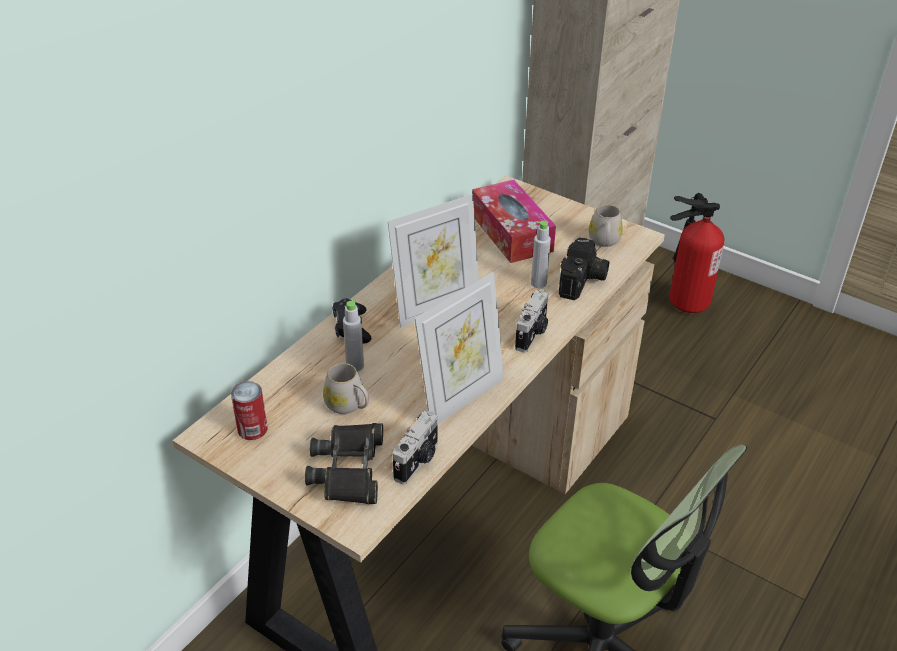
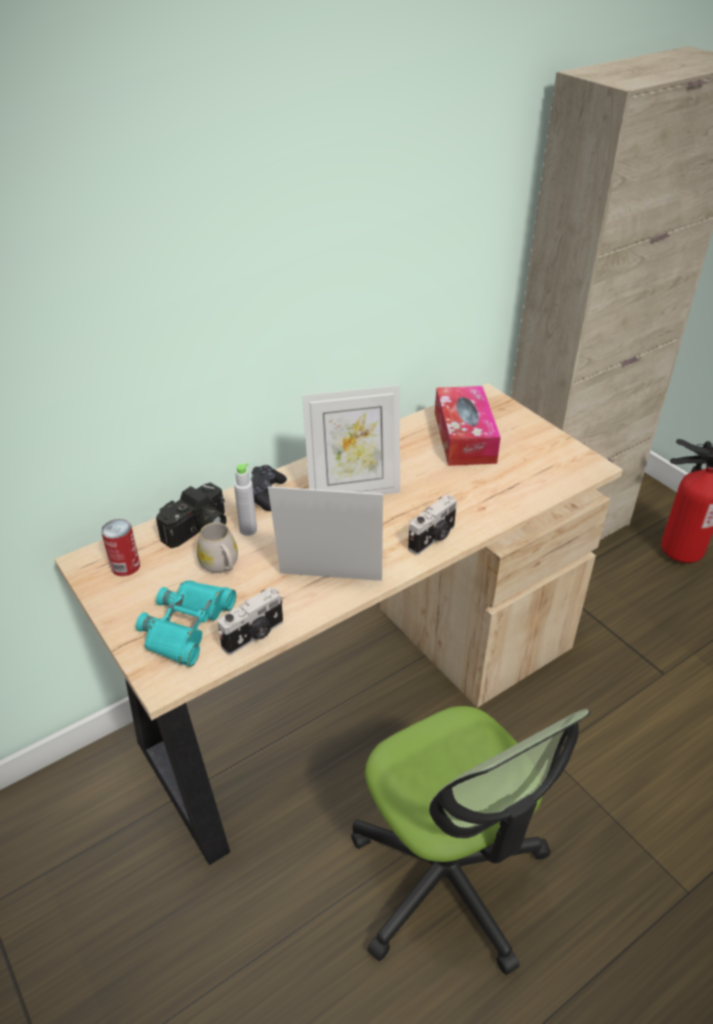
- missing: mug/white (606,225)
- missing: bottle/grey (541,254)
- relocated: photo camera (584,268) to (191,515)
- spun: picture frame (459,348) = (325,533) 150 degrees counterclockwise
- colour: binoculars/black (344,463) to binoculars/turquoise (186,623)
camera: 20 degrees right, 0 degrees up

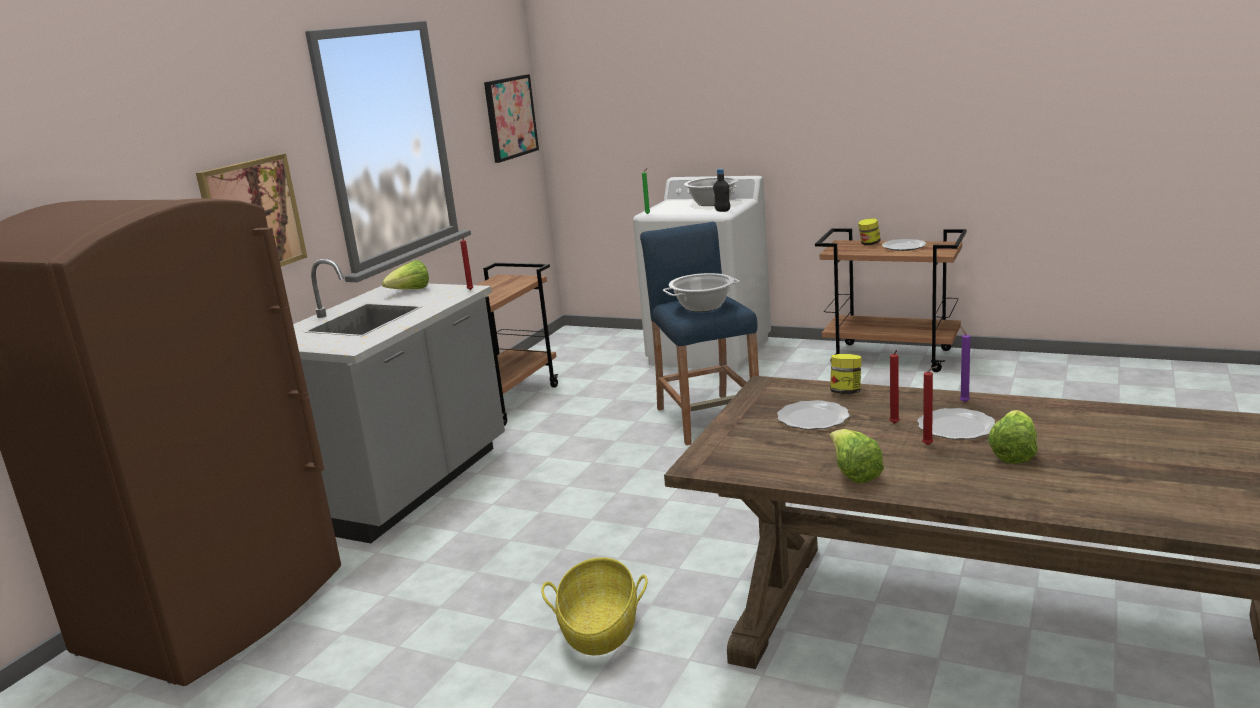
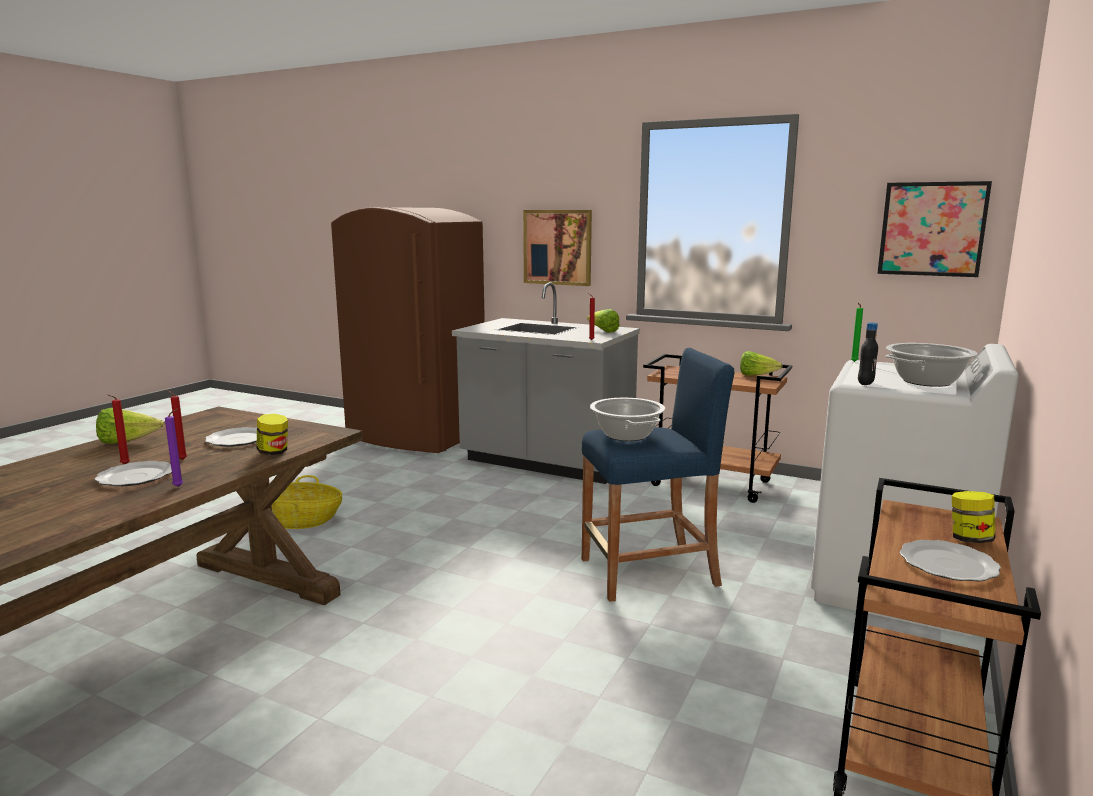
- relocated: lettuce (1013,437) to (761,363)
camera: 90 degrees right, 5 degrees down

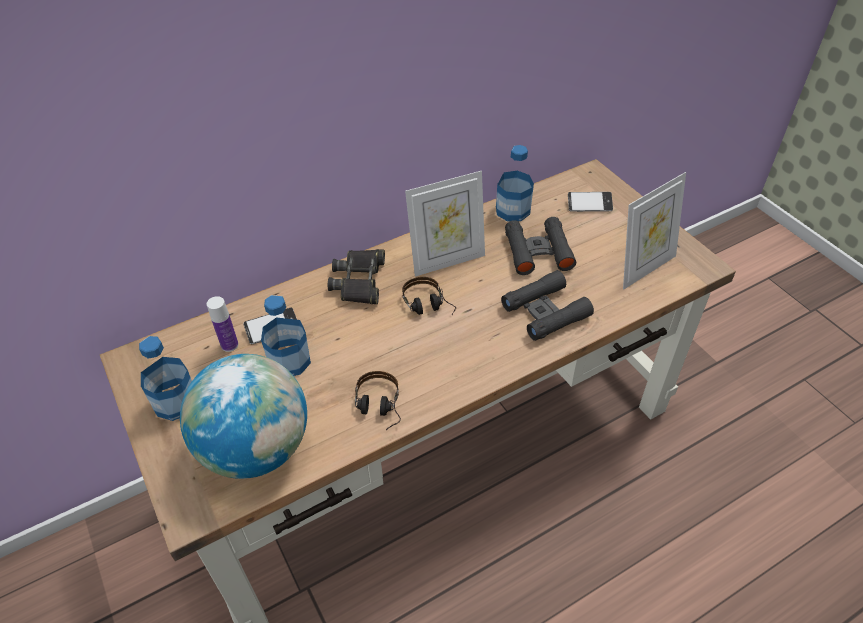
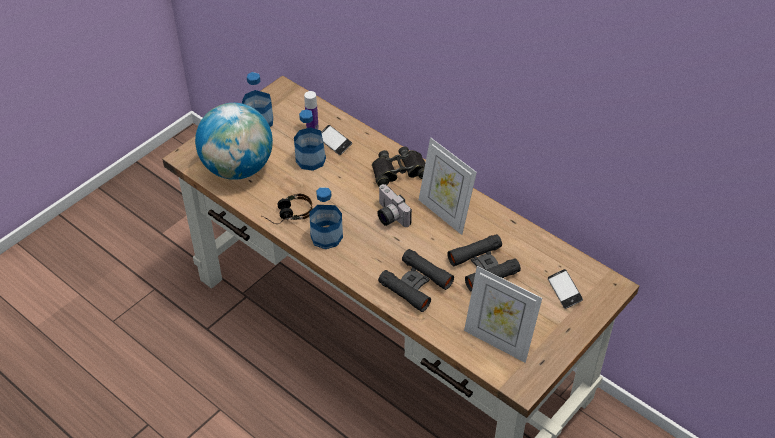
- relocated: bottle (515,183) to (326,218)
- exchanged: headphones (429,296) to photo camera (395,205)
camera: 70 degrees right, 0 degrees up

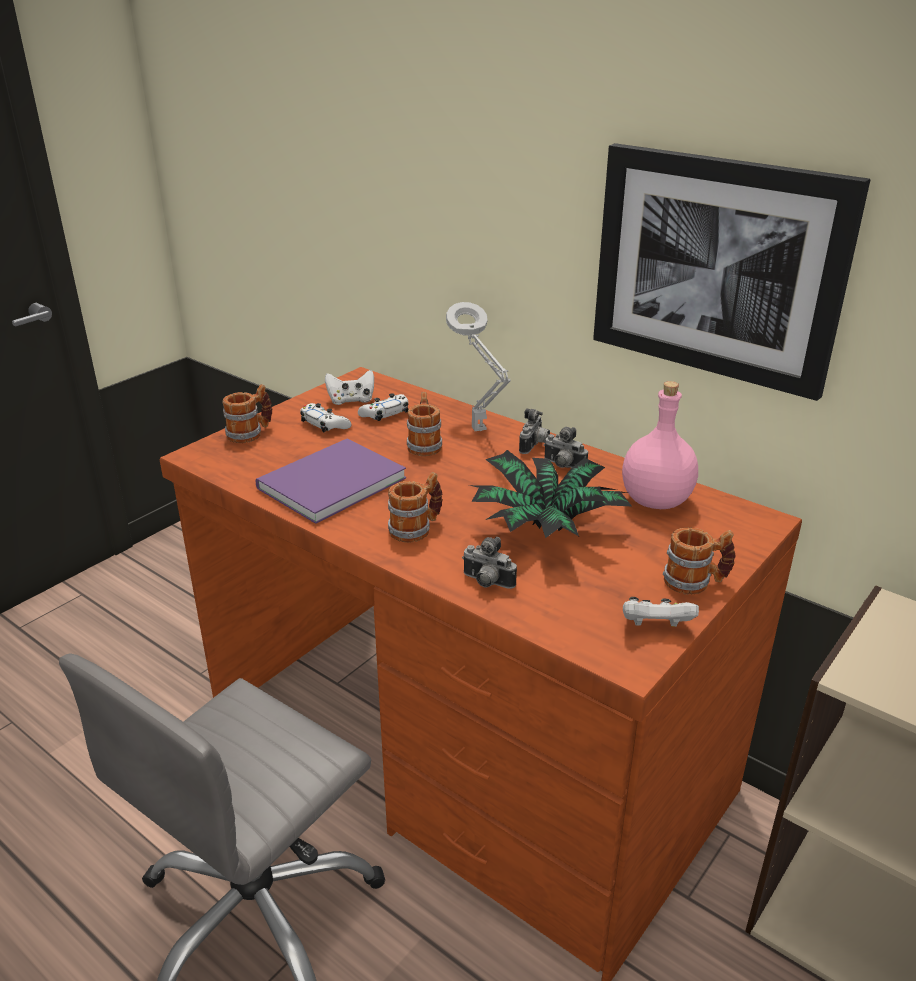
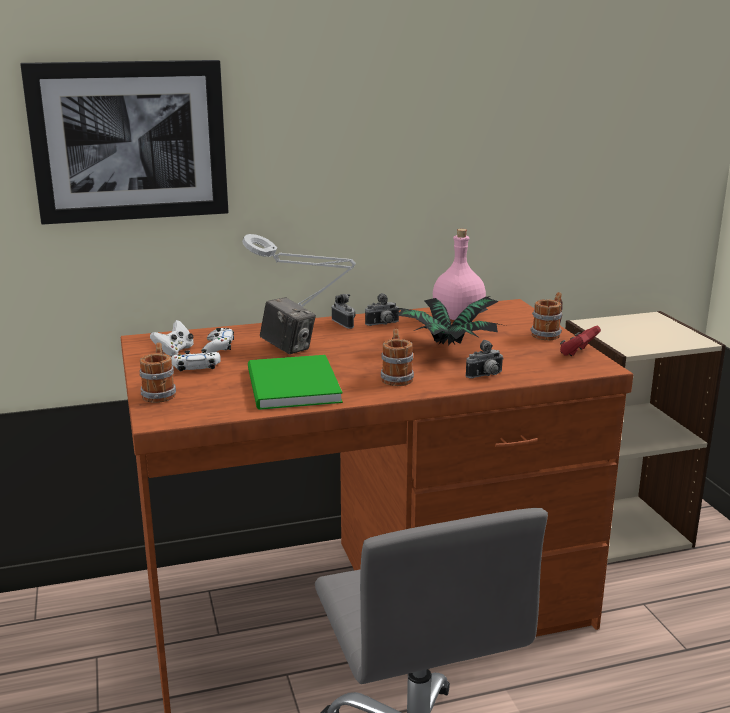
- relocated: picture (731,272) to (124,142)
- exchanged: mug (424,424) to photo camera (288,325)
- colour: book/purple (330,481) to book/green (295,382)
- colour: game controller/white (661,612) to game controller/red (580,341)
camera: 55 degrees left, 10 degrees down

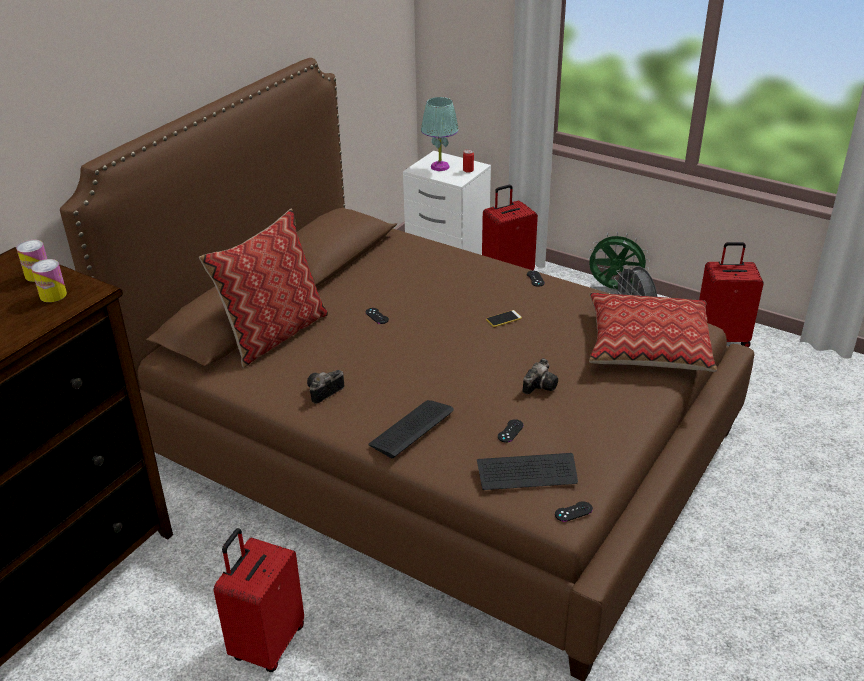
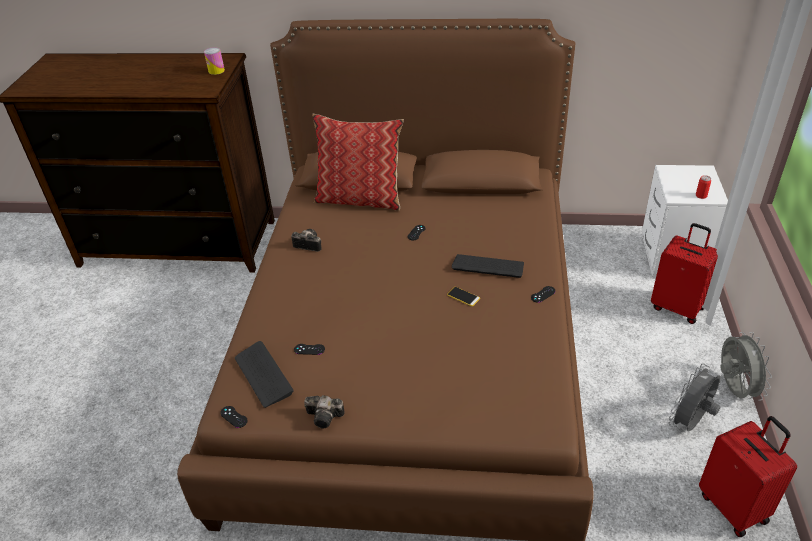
- missing: table lamp/turquoise (440,134)
- colour: fan/green (619,260) to fan/grey (746,366)
- missing: can (49,280)
- missing: pillow (653,332)
- relocated: photo camera (540,376) to (324,412)
- relocated: keyboard (411,429) to (488,266)
- missing: suitcase/red (259,600)
camera: 65 degrees right, 5 degrees up

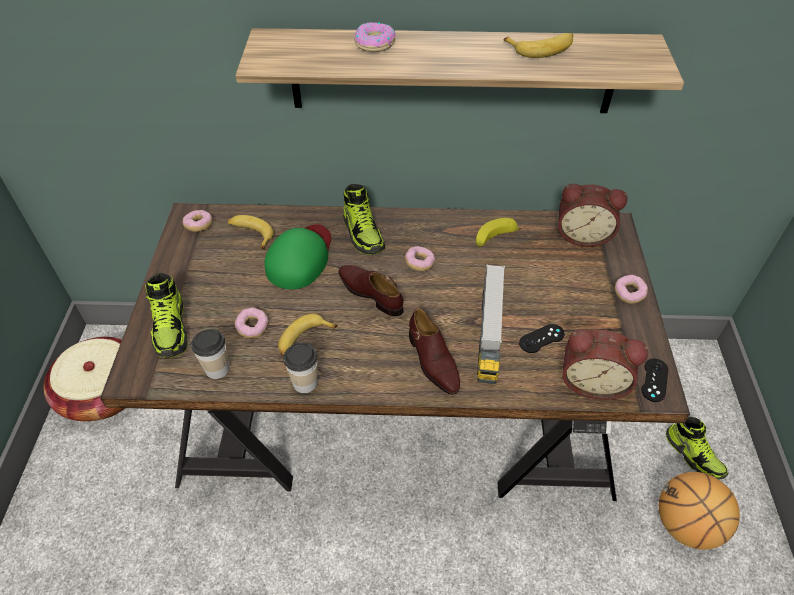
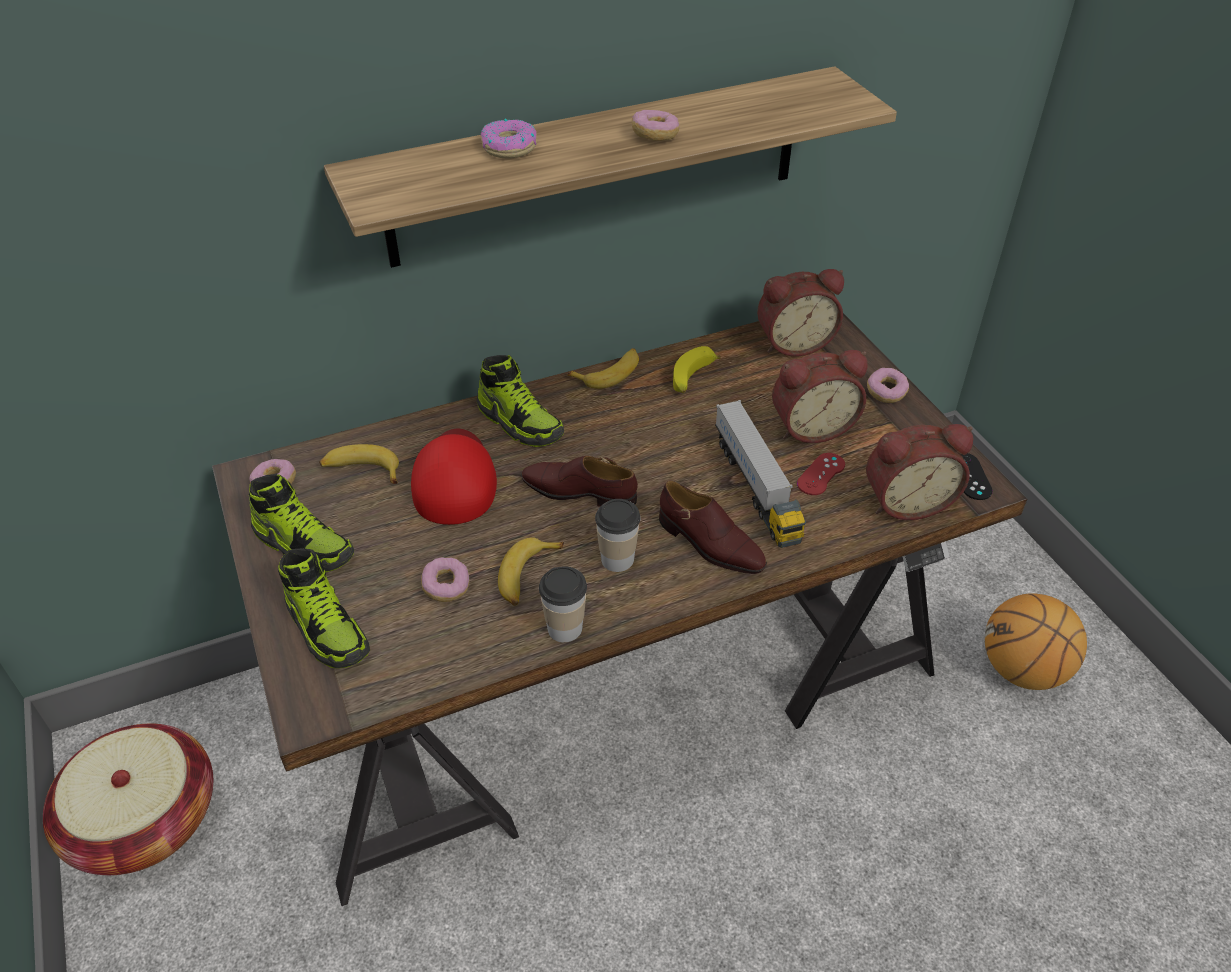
- relocated: banana (538,45) to (603,368)
- colour: cap/green (297,256) to cap/red (454,477)
- relocated: donut (420,258) to (656,125)
- colour: game controller/black (542,338) to game controller/red (821,474)
- relocated: cup (210,354) to (617,535)
- relocated: shoe (697,448) to (301,523)
- appeared: alarm clock (820,396)
camera: 25 degrees left, 5 degrees down

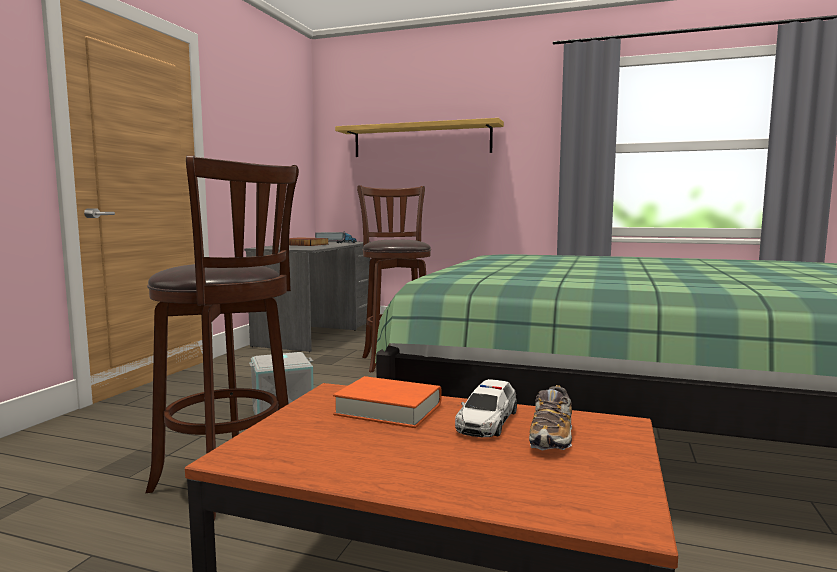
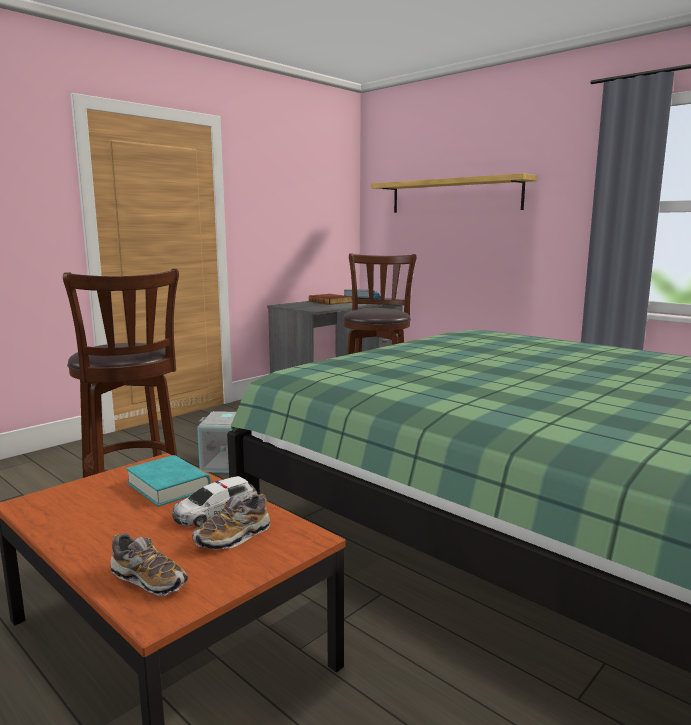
- colour: book/orange (387,402) to book/turquoise (168,481)
- appeared: shoe (149,564)
camera: 25 degrees right, 5 degrees up

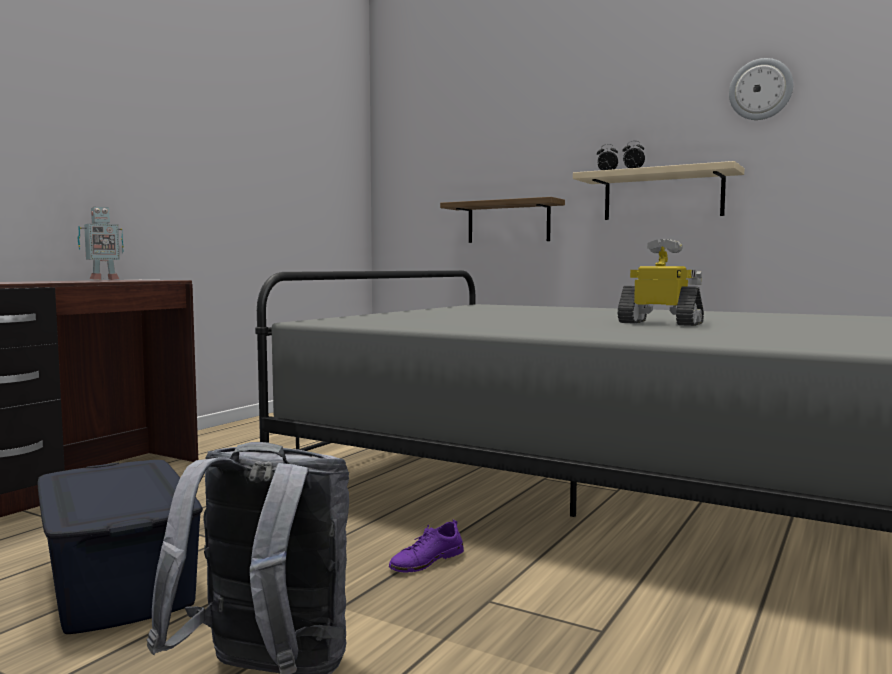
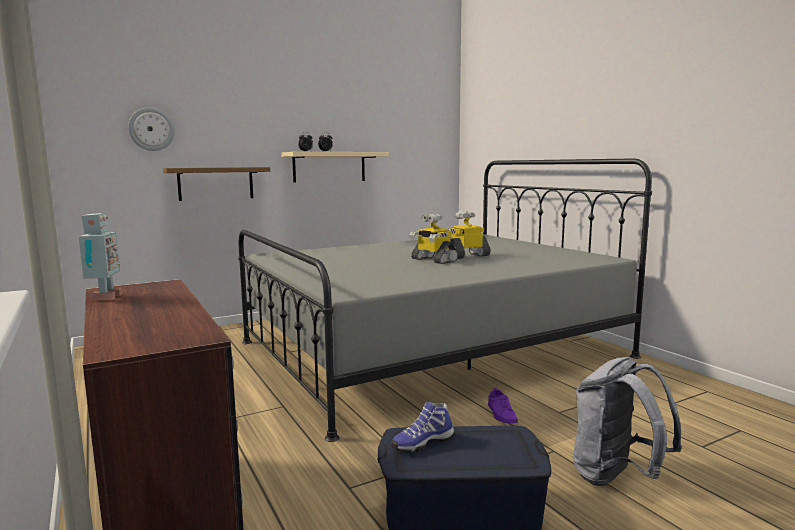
- relocated: wall clock (761,89) to (151,129)
- appeared: toy robot (433,239)
- appeared: shoe (423,428)
camera: 60 degrees left, 5 degrees up

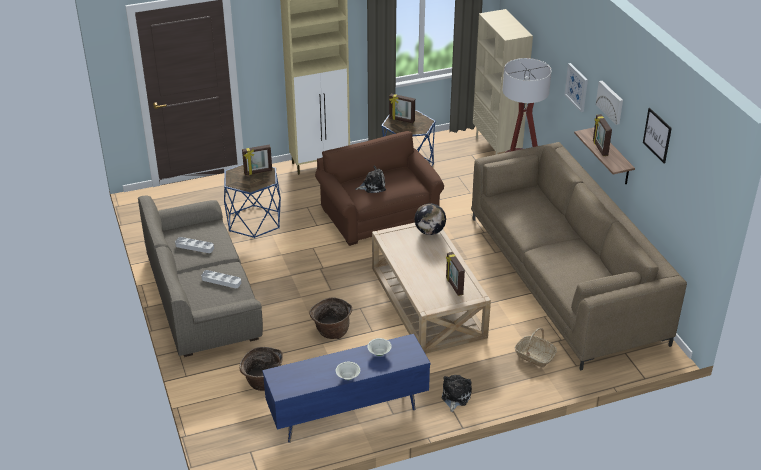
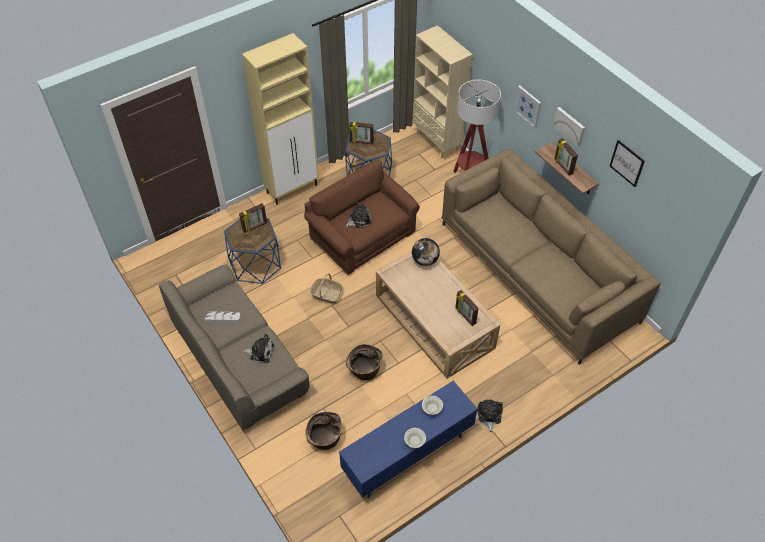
- exchanged: tray/grey (221,279) to plush toy (259,348)
- relocated: basket (536,347) to (326,289)
camera: 15 degrees left, 15 degrees up

